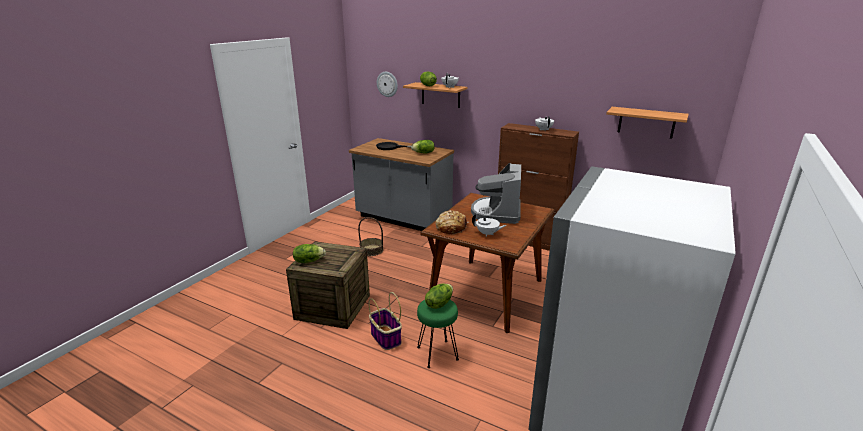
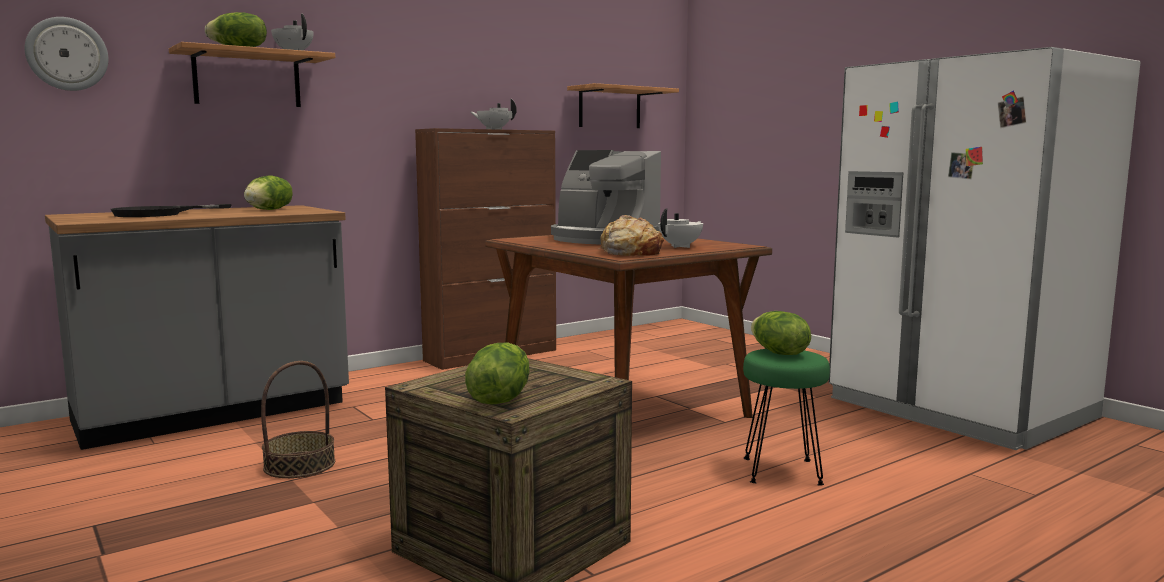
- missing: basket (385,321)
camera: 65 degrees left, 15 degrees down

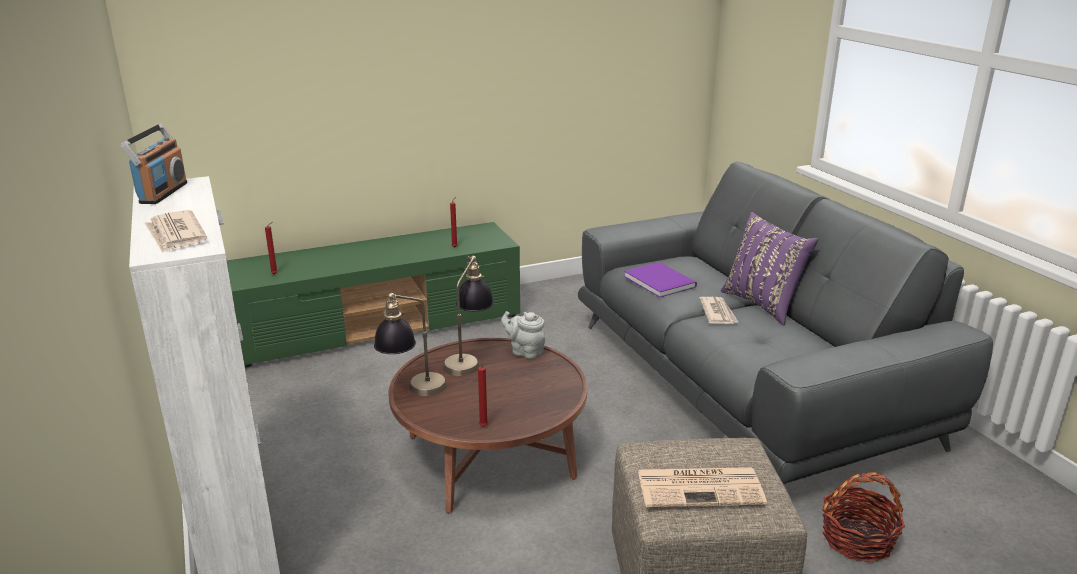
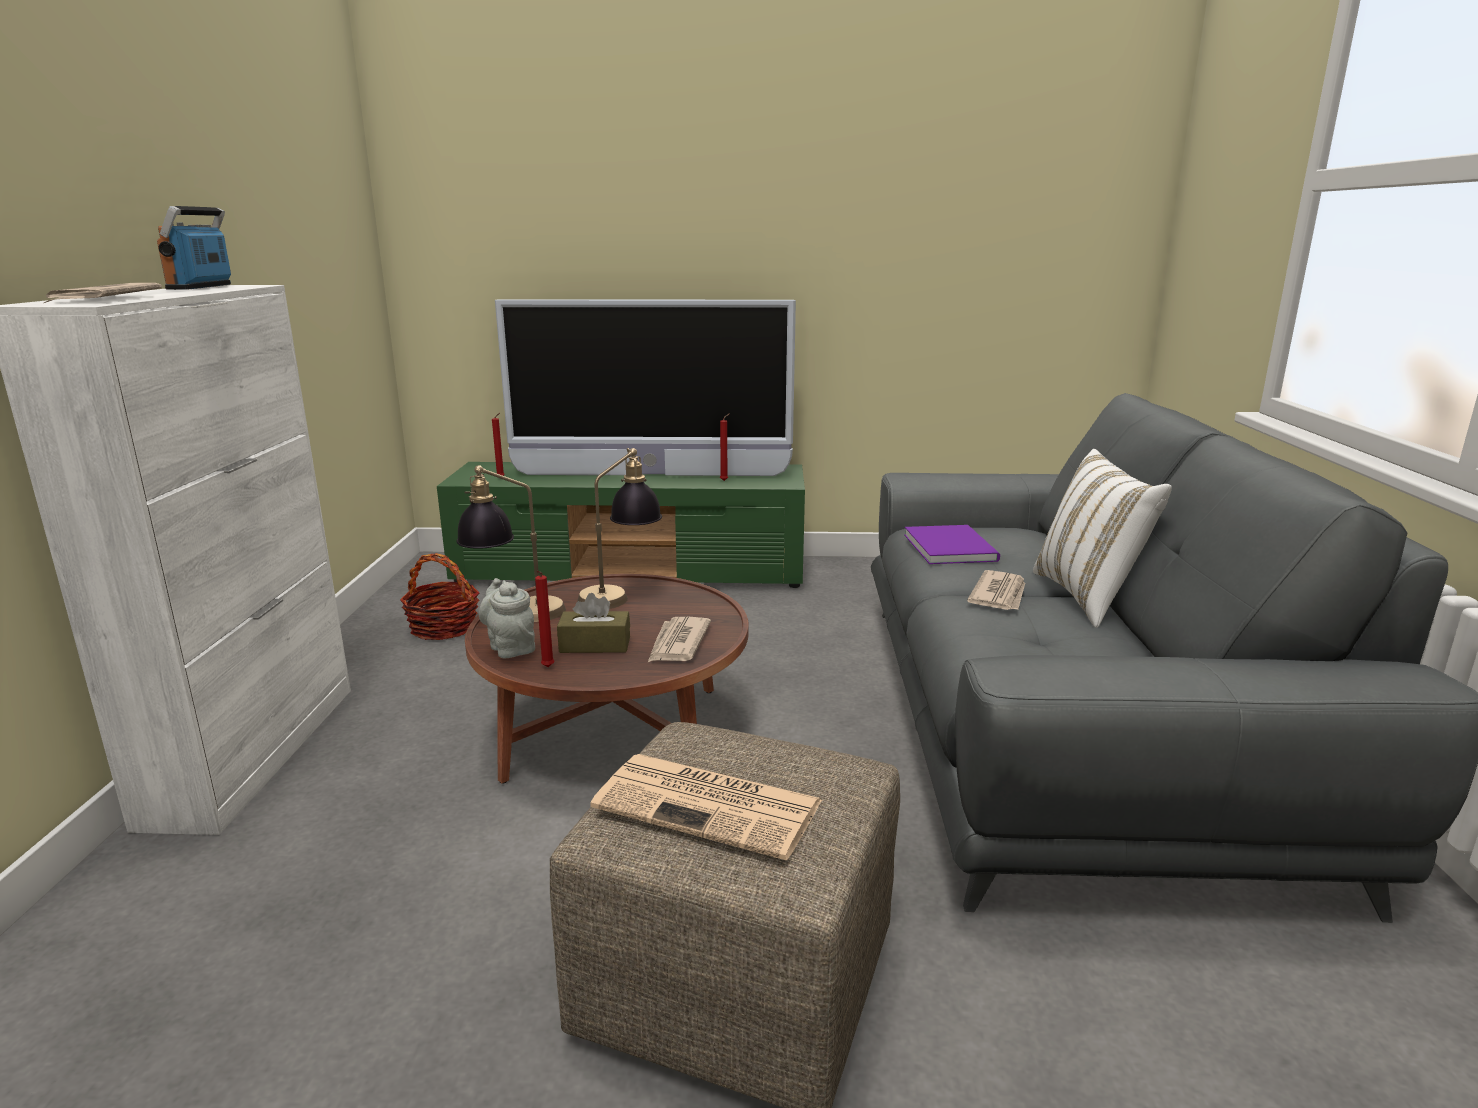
- spun: radio (154,164) = (194,248) 150 degrees clockwise
- colour: pillow/purple (769,268) to pillow/white (1102,538)
- relocated: teapot/grey (523,335) to (507,618)
- relocated: basket (863,517) to (440,596)
- appeared: television (645,387)
- appeared: tissue box/brown (593,623)
- appeared: newspaper (679,639)
camera: 25 degrees right, 5 degrees down

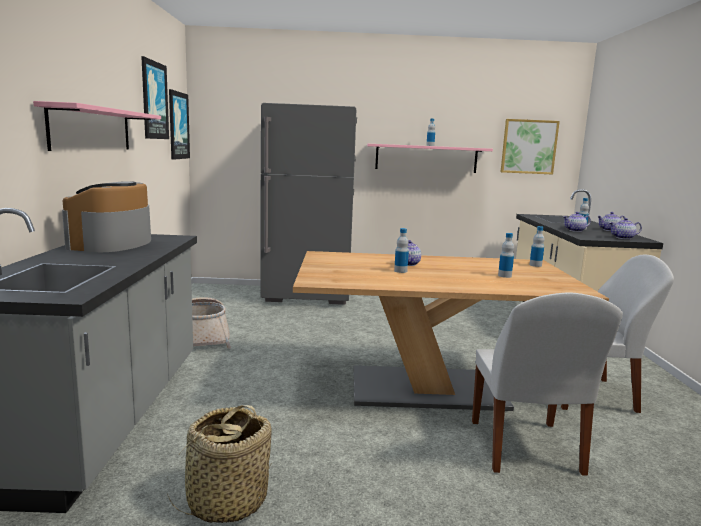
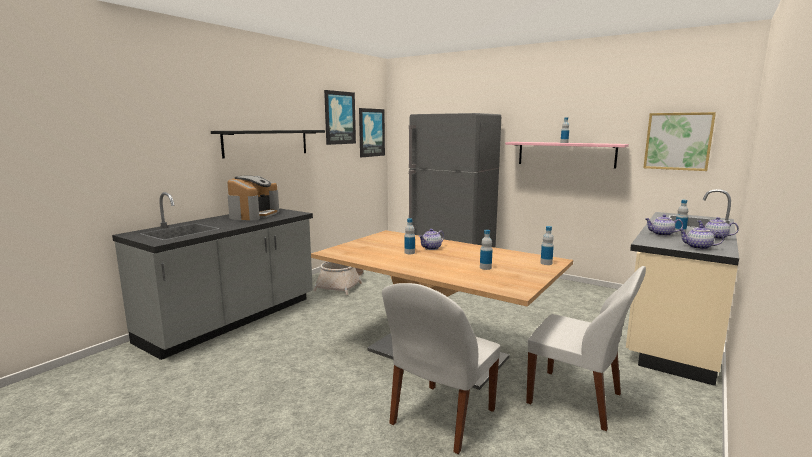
- colour: shelf/pink (97,126) to shelf/black (268,144)
- spun: coffee machine (106,216) = (253,198) 150 degrees clockwise
- missing: basket (219,464)
camera: 35 degrees right, 0 degrees up

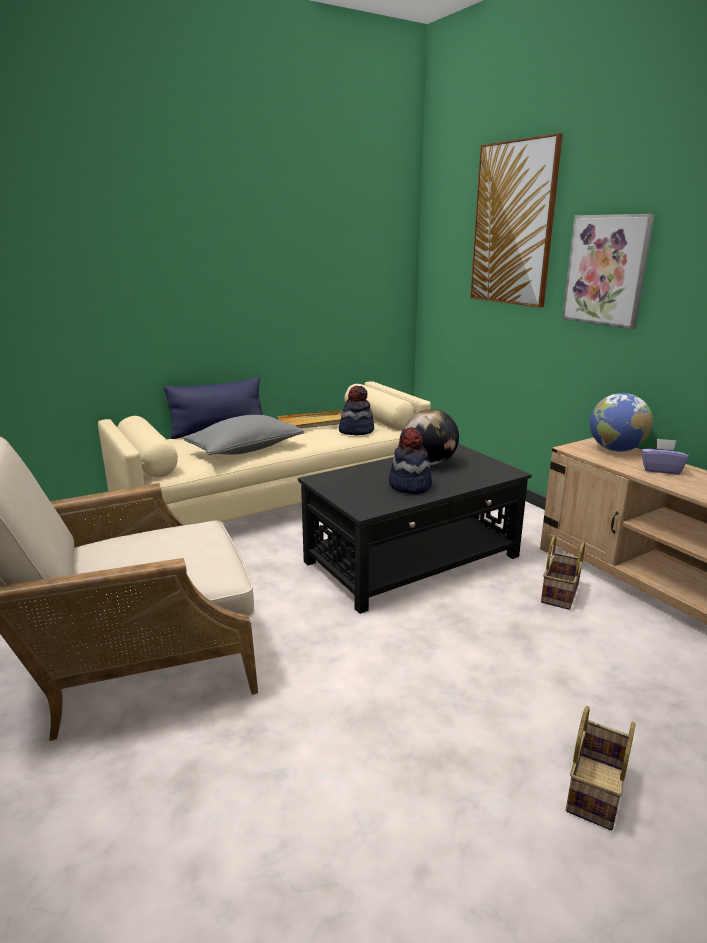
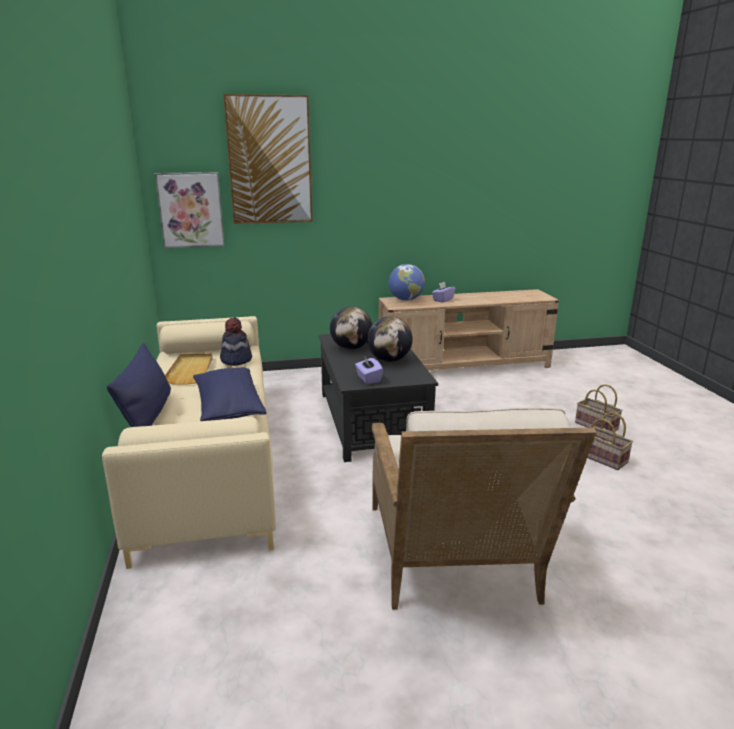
- relocated: picture (608,271) to (190,210)
- colour: pillow/grey (243,435) to pillow/blue (229,394)
- exchanged: hat (410,460) to globe (390,339)
- relocated: basket (563,573) to (610,441)
- appeared: tissue box/purple (369,370)
camera: 70 degrees left, 0 degrees up

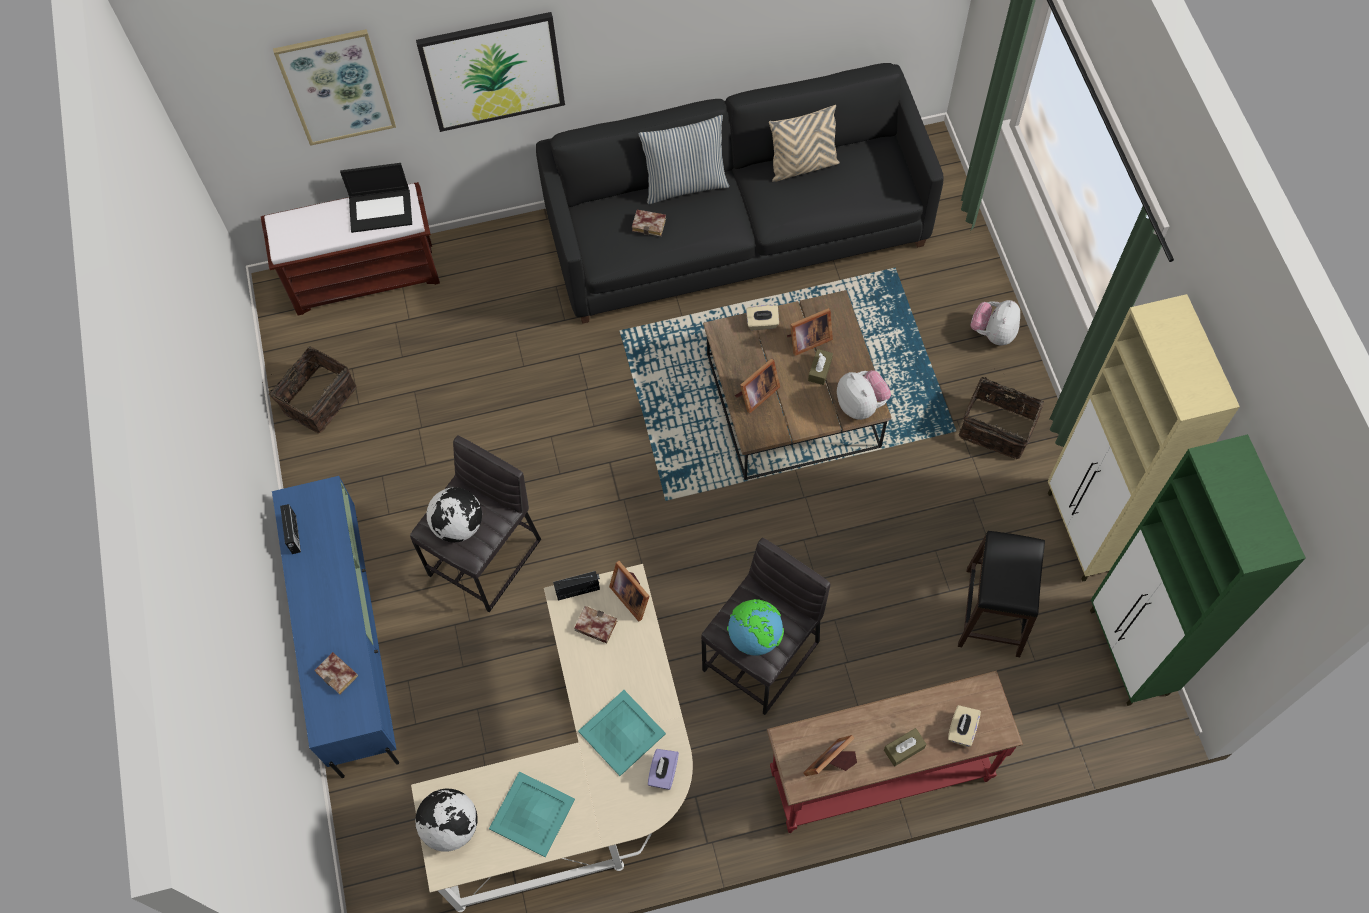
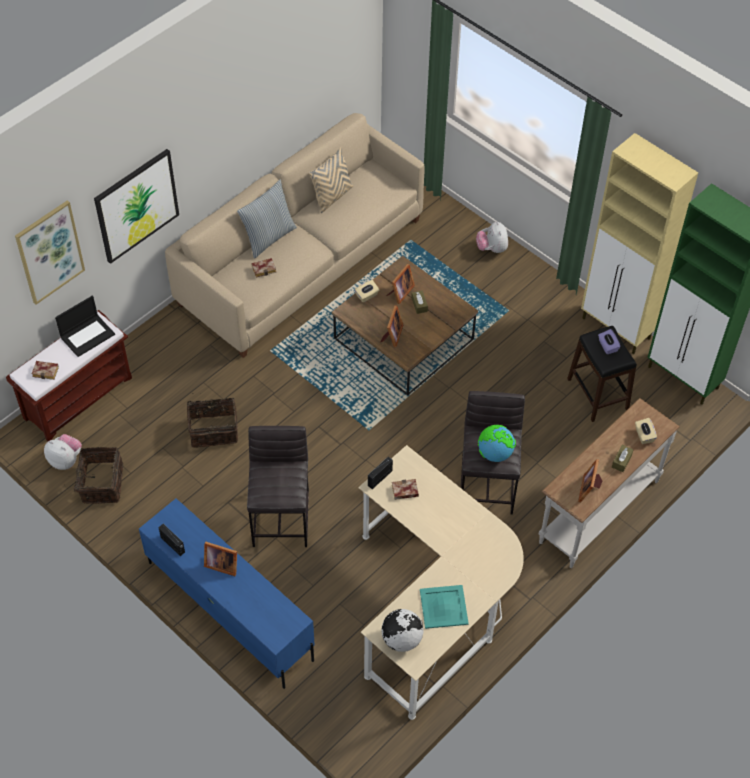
- colour: sofa/black (740,193) to sofa/beige (295,235)
- relocated: basket (1001,414) to (212,420)
- relocated: plush toy (864,395) to (63,452)
- missing: globe (454,514)
- relocated: picture frame (629,591) to (220,559)
- relocated: book (336,673) to (45,370)
- colour: console table/red (895,752) to console table/white (609,483)
- missing: tray/turquoise (622,733)
- relocated: tissue box/purple (663,769) to (609,341)
camera: 35 degrees left, 10 degrees down

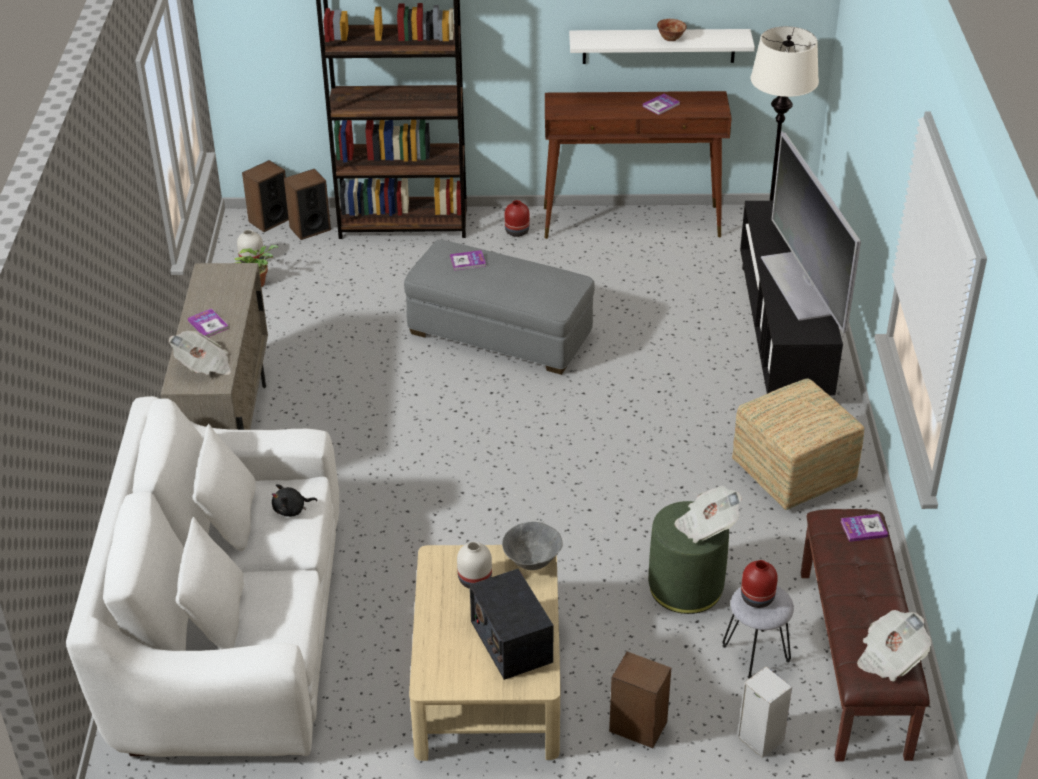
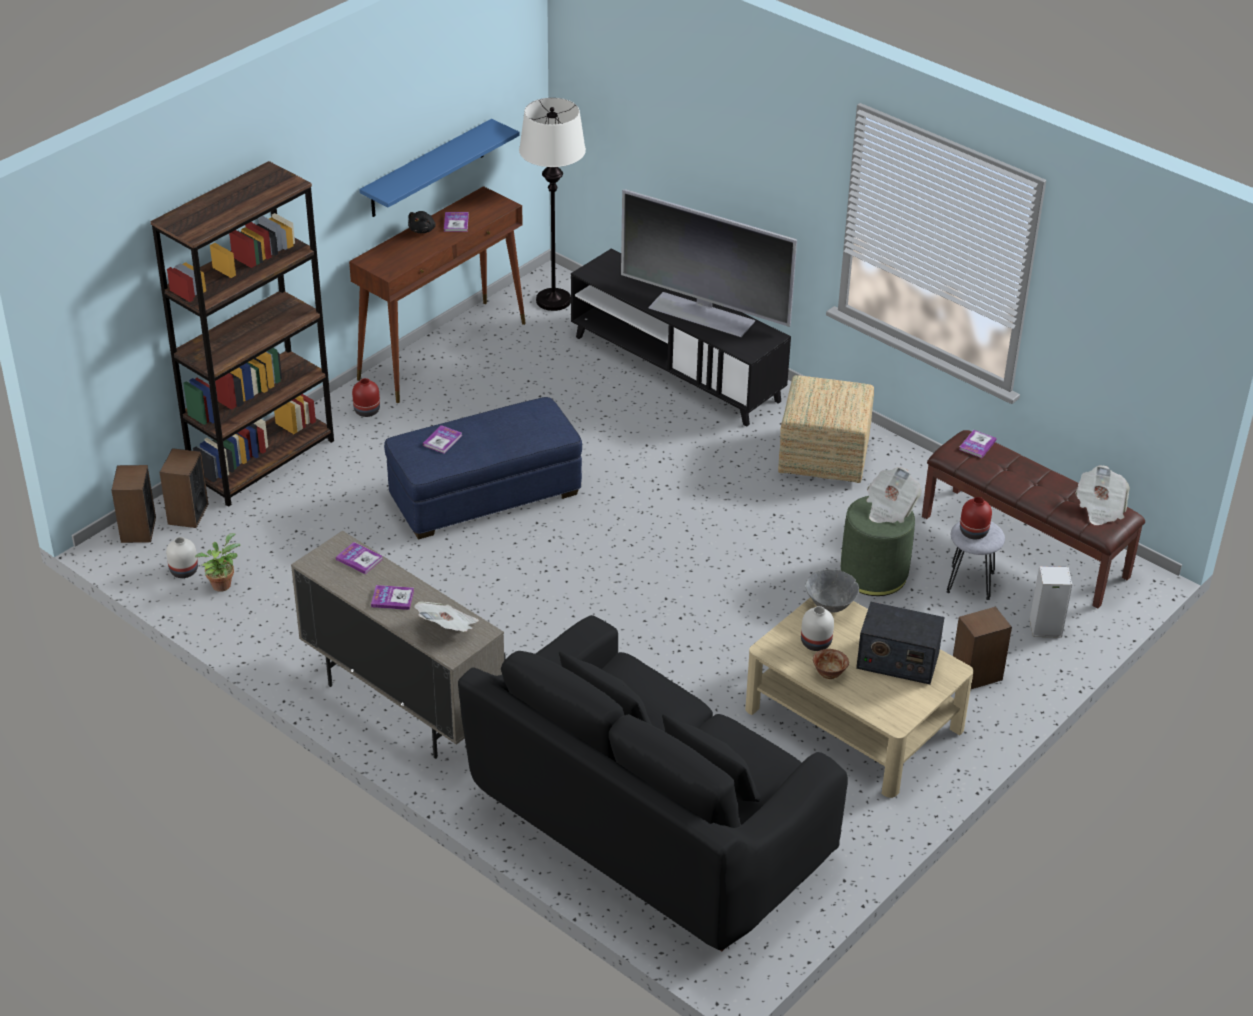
- relocated: bowl (672,30) to (831,664)
- colour: shelf/white (662,46) to shelf/blue (440,168)
- colour: ottoman/grey (499,307) to ottoman/blue (483,468)
- colour: sofa/white (202,576) to sofa/black (653,783)
- relocated: plush toy/black (294,500) to (422,222)
- appeared: book (359,558)
camera: 50 degrees left, 0 degrees up

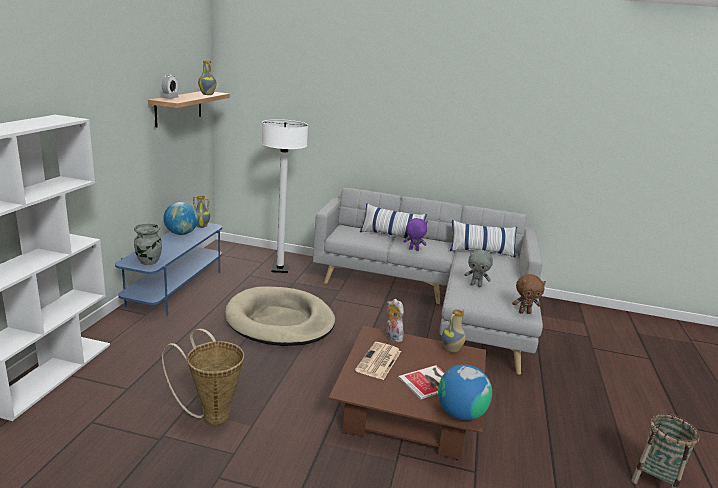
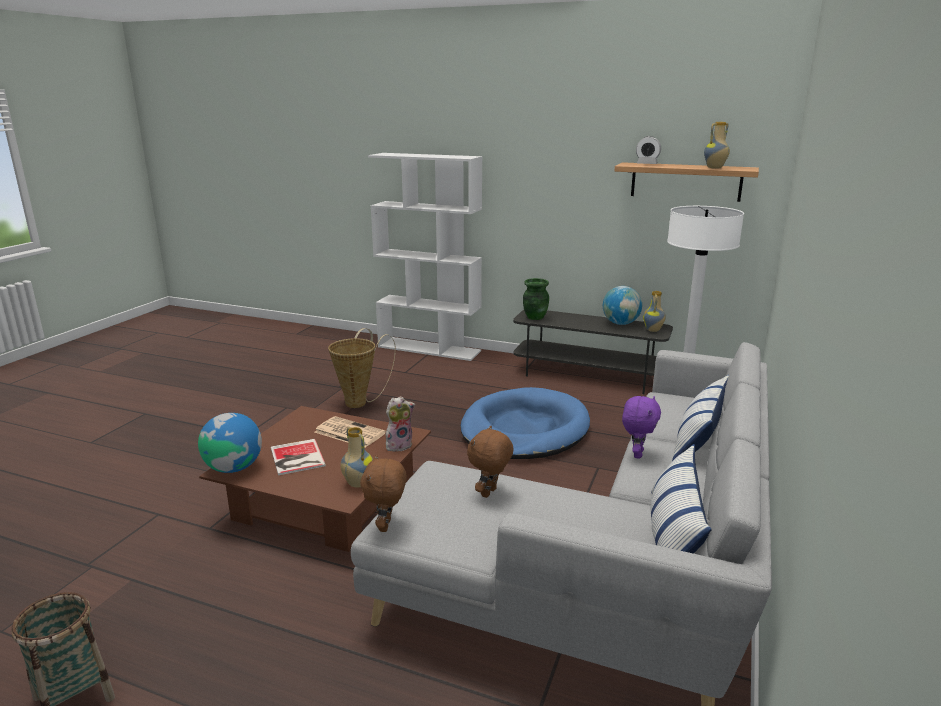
- colour: tv stand/blue (168,269) to tv stand/grey (593,352)
- colour: vase/grey (148,244) to vase/green (536,299)
- colour: plush toy/grey (479,268) to plush toy/brown (490,462)
- colour: dog bed/beige (280,316) to dog bed/blue (525,423)
camera: 100 degrees right, 0 degrees up

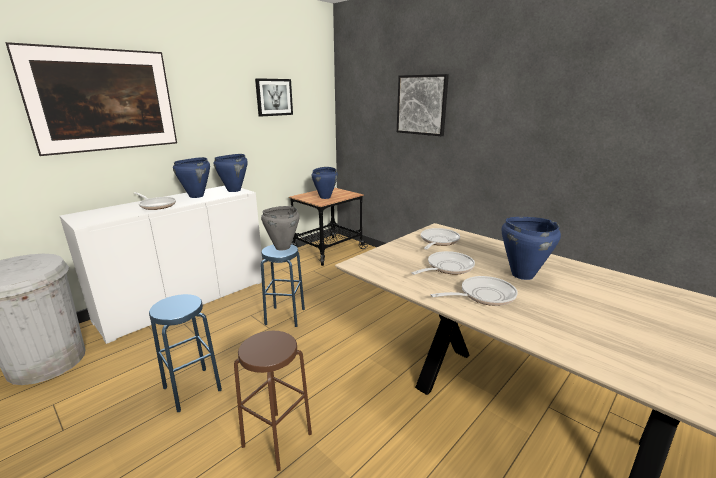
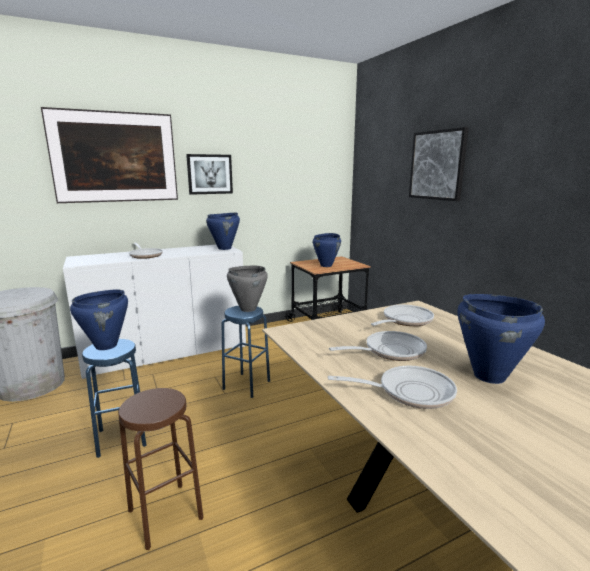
- relocated: picture (274,97) to (209,174)
- relocated: cooking pot/blue (191,177) to (99,319)
camera: 20 degrees right, 5 degrees down

